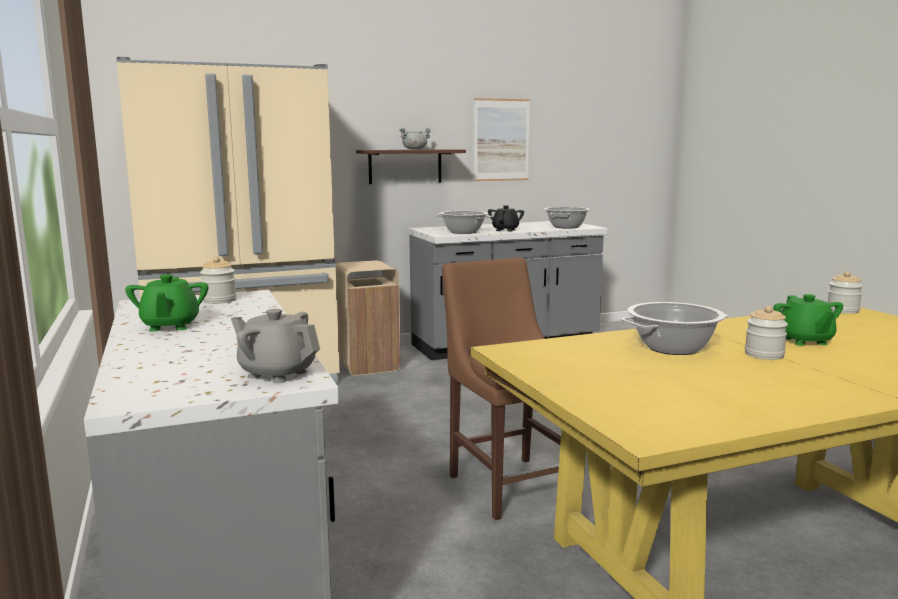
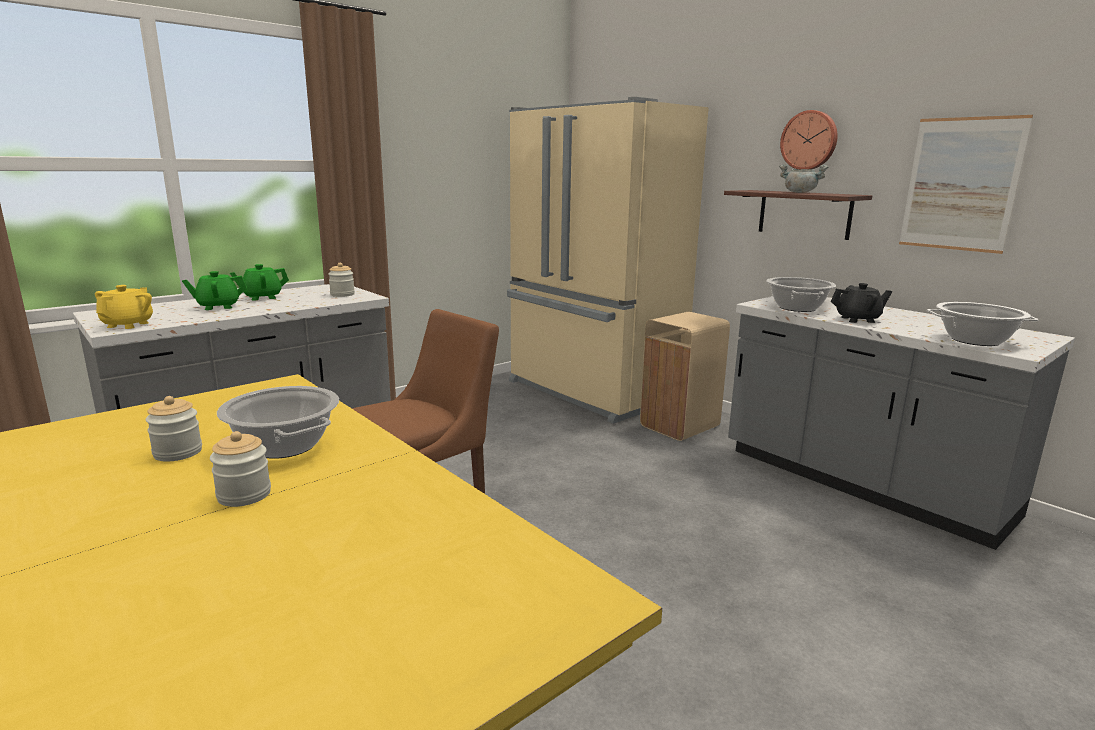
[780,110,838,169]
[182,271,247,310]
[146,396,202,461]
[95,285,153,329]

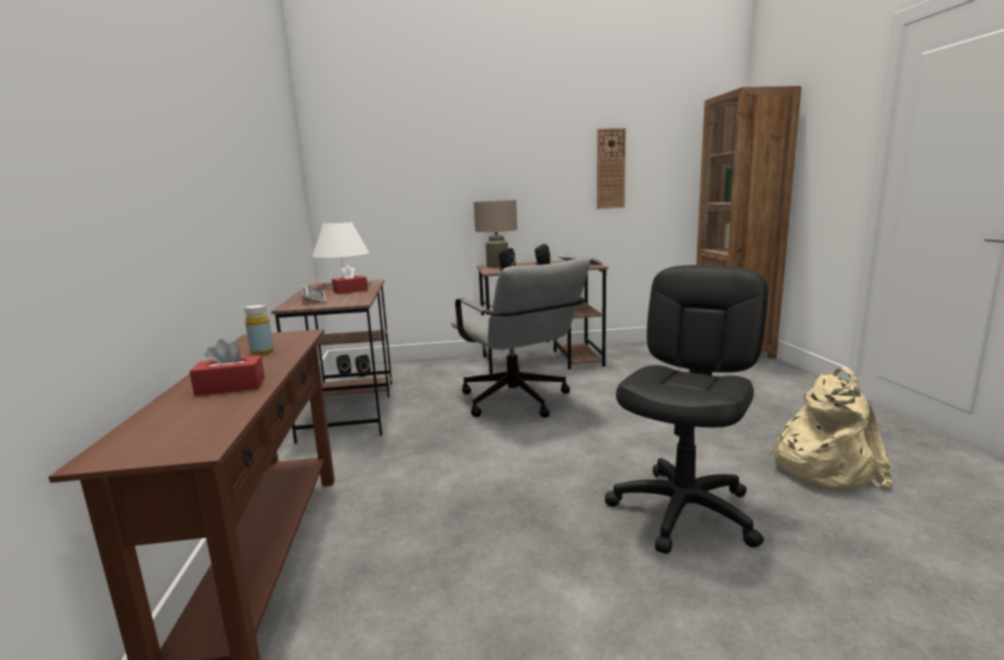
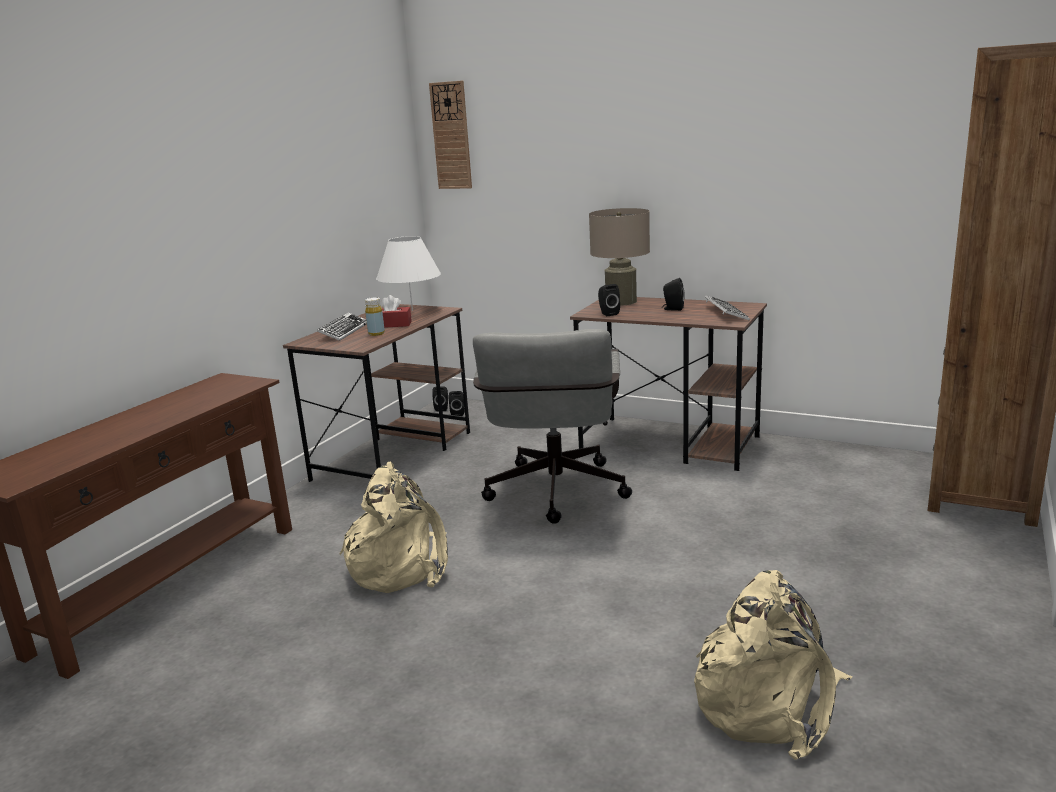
[189,339,265,396] (first image)
[605,265,769,554] (first image)
[339,461,448,593]
[365,297,385,336]
[429,81,472,189]

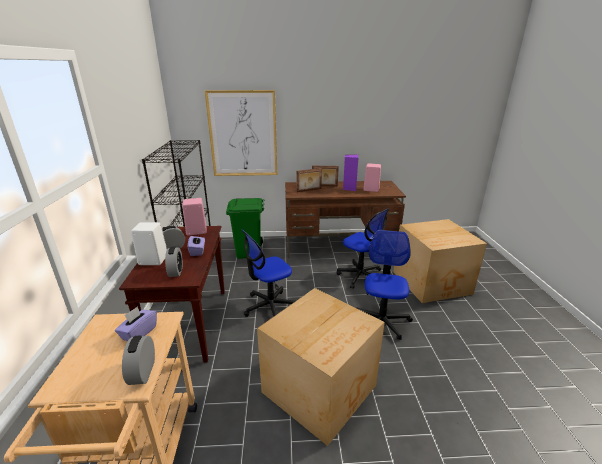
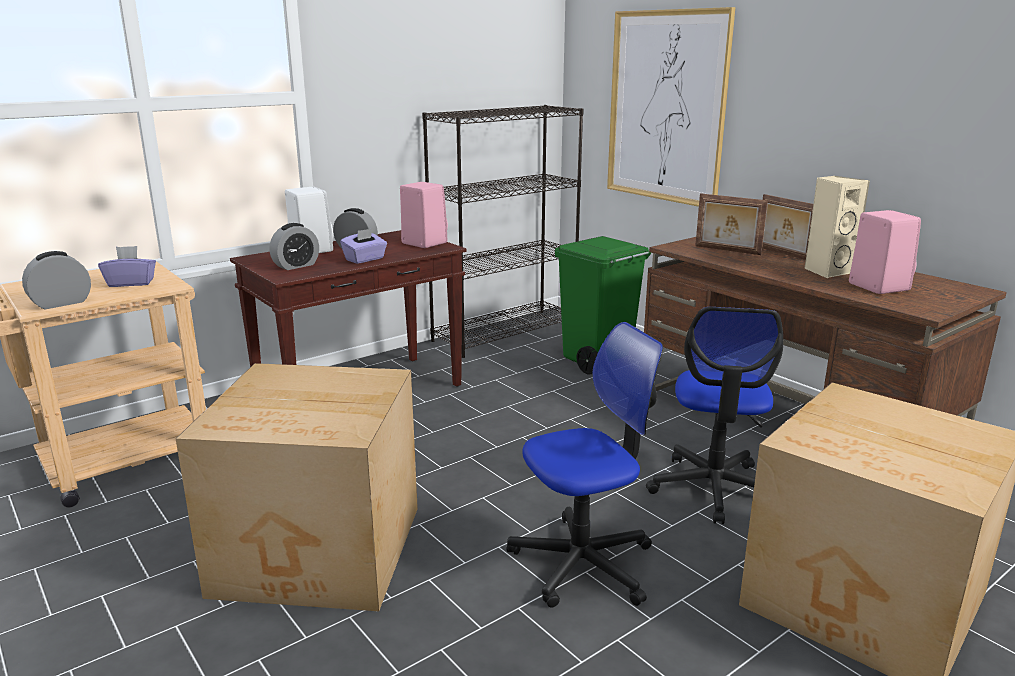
[241,229,295,317] (first image)
[804,176,870,278]

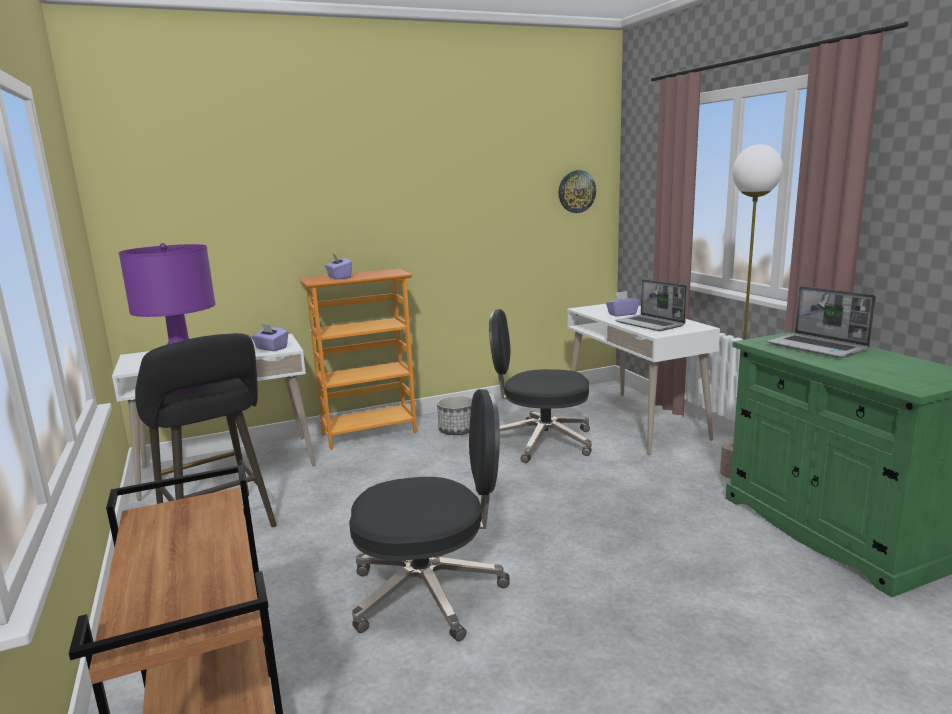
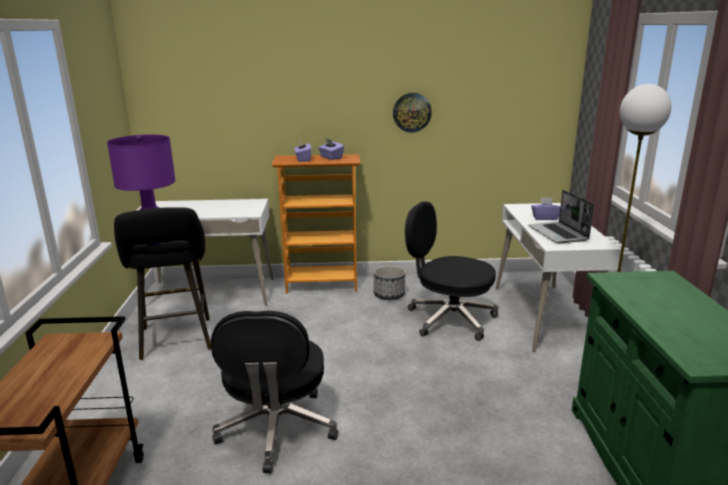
[767,286,876,358] (first image)
[318,139,344,160]
[393,93,432,132]
[211,311,338,474]

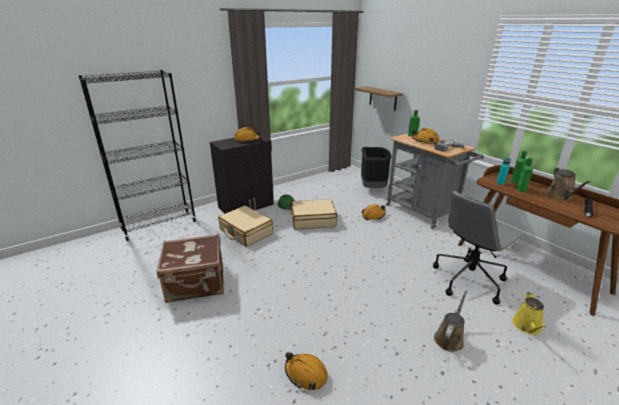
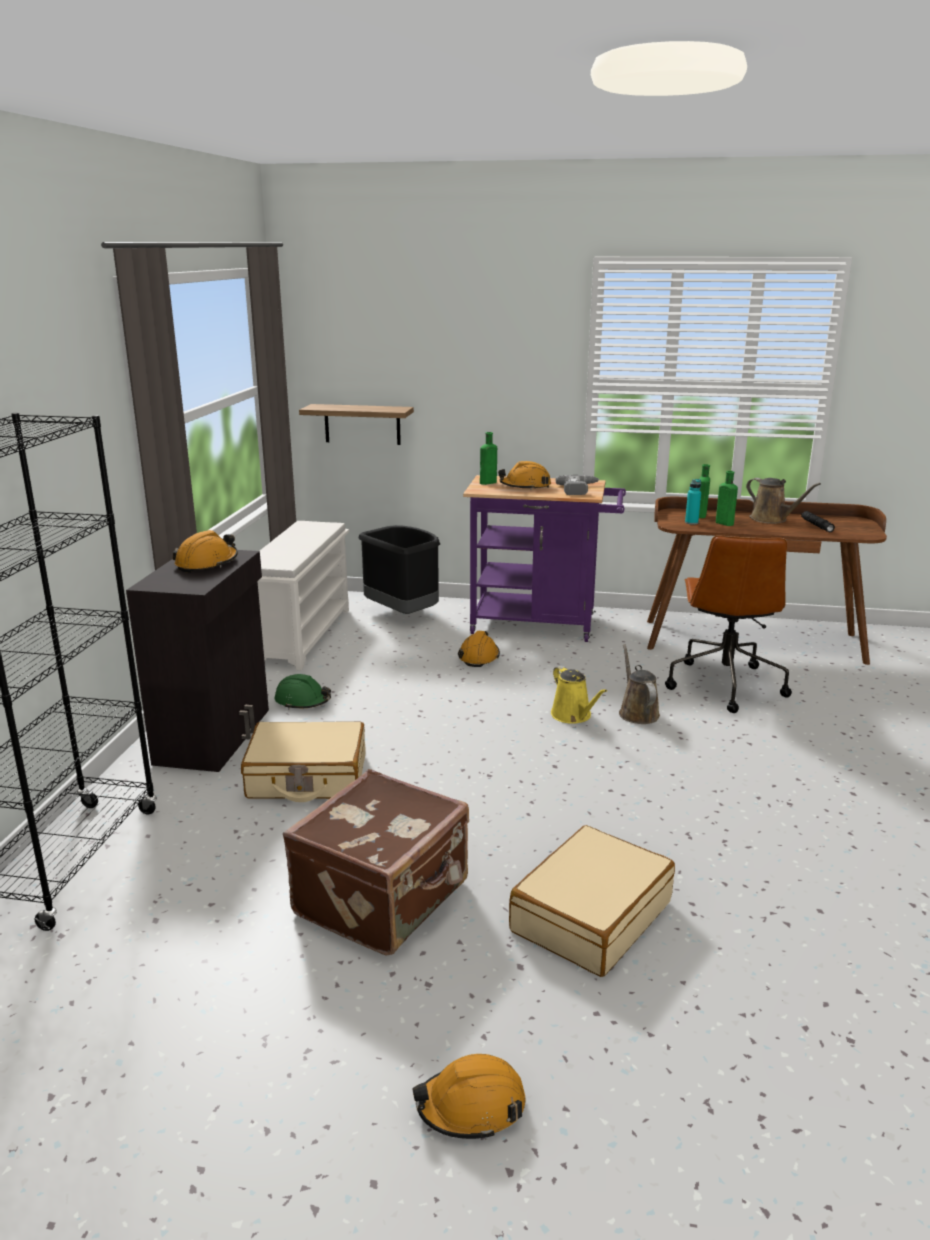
[257,521,349,670]
[413,1054,525,1140]
[509,825,675,977]
[619,644,660,724]
[551,666,607,724]
[463,475,626,642]
[665,535,792,713]

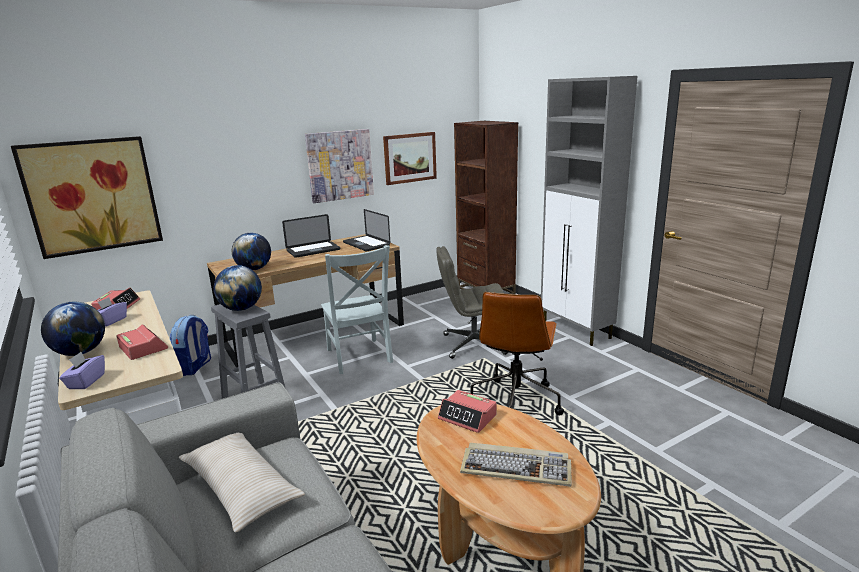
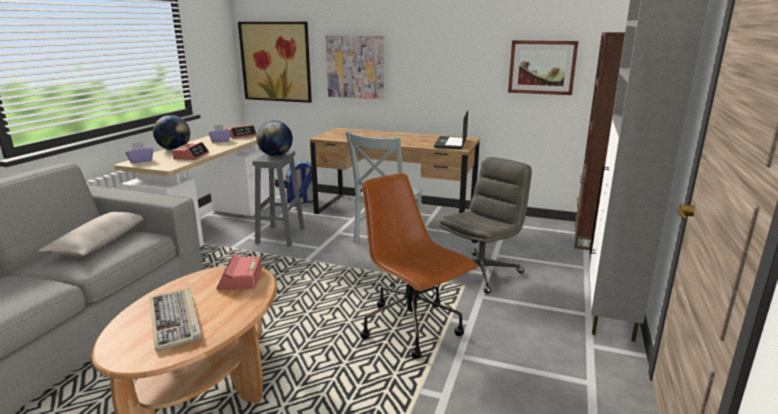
[232,233,271,270] (first image)
[282,214,340,258] (first image)
[326,35,384,99]
[438,157,532,294]
[360,173,478,359]

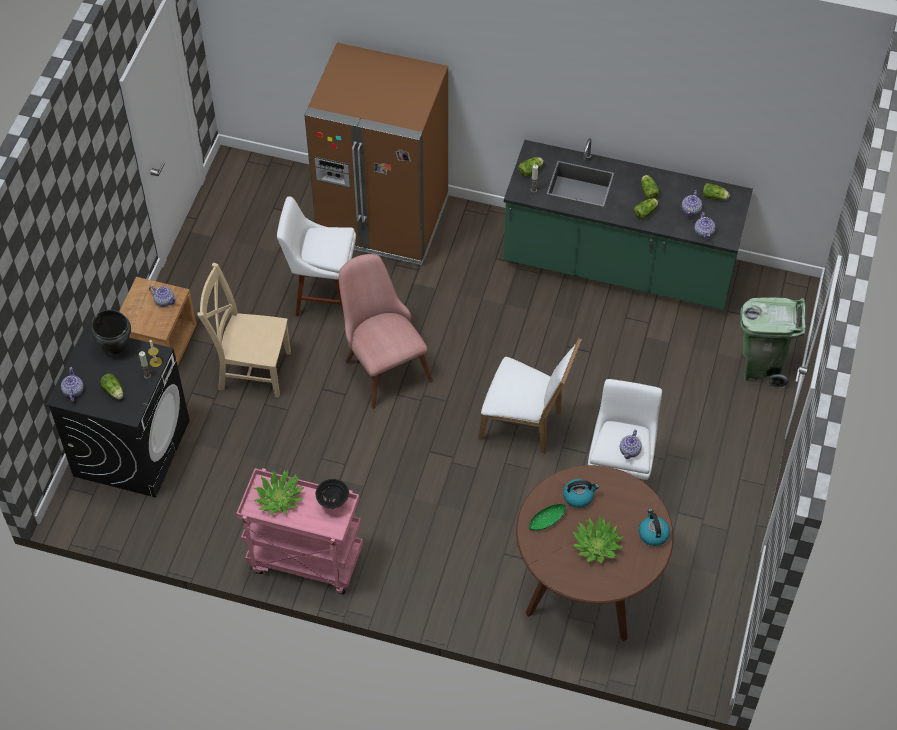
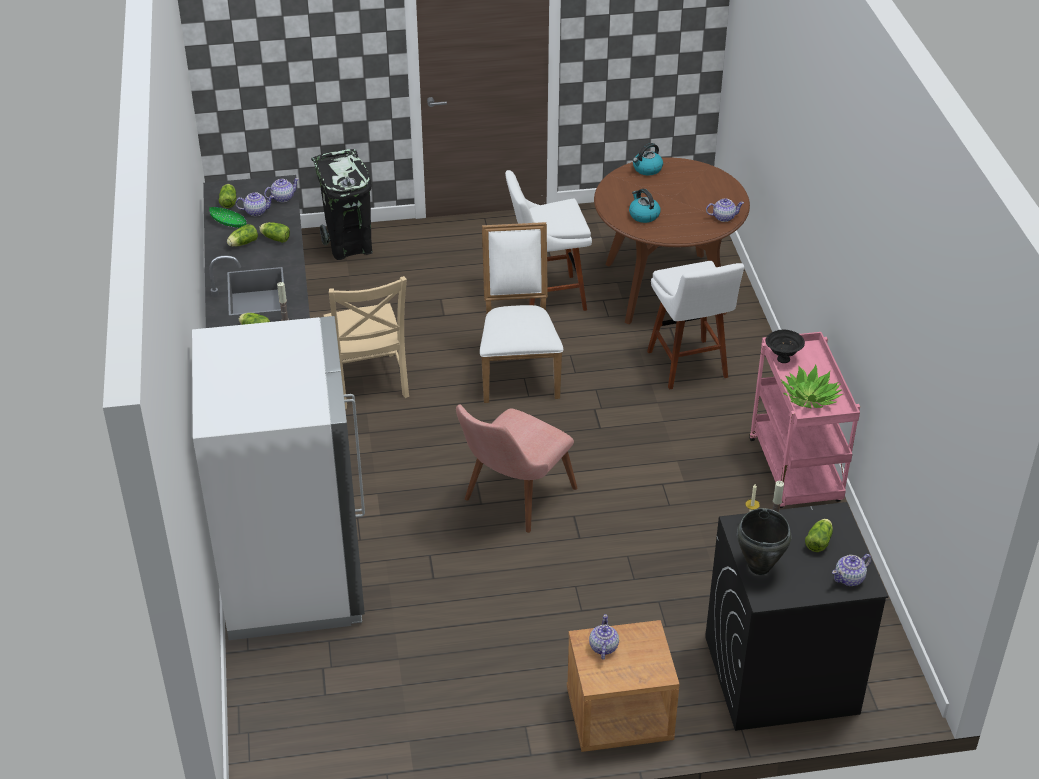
[572,516,624,563] (first image)
[324,276,409,409]
[647,261,744,390]
[209,207,247,228]
[706,198,744,222]
[192,316,365,640]
[311,149,373,260]

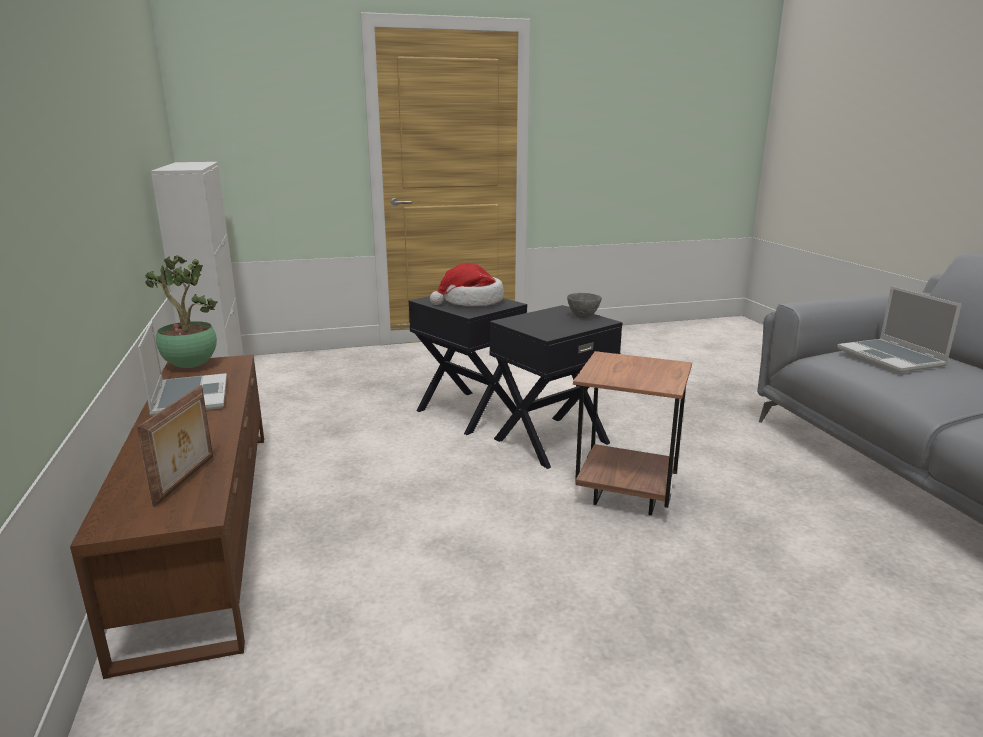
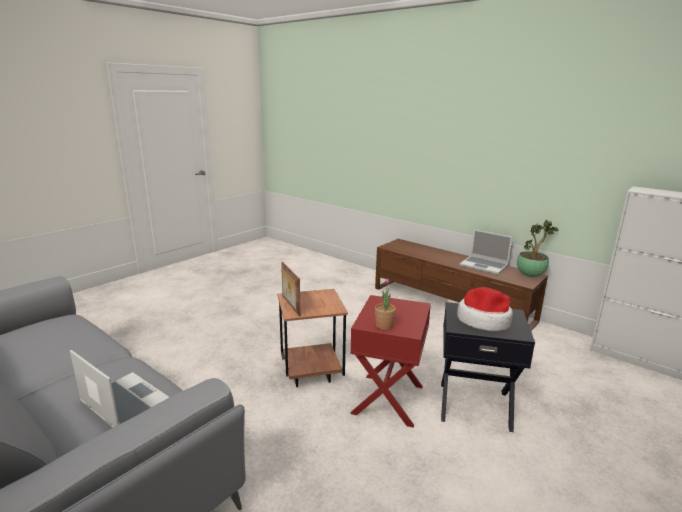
[281,262,301,316]
[375,279,396,330]
[350,295,431,428]

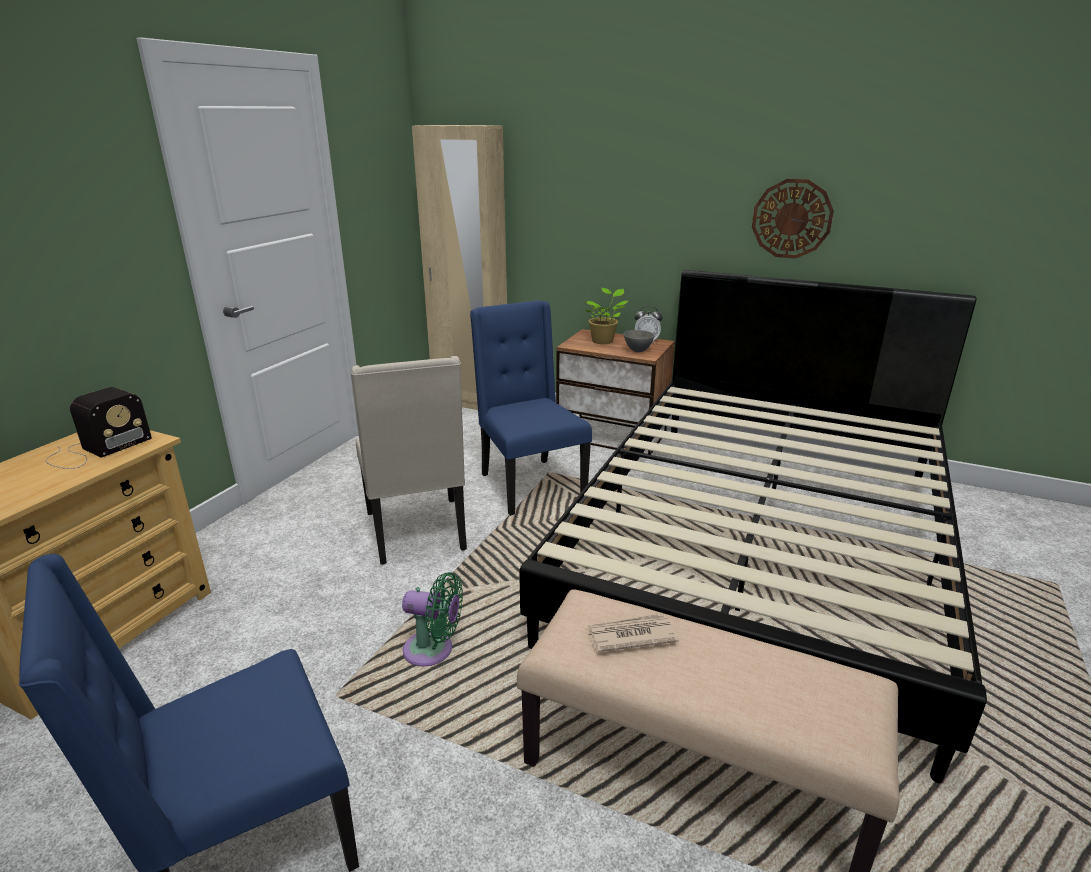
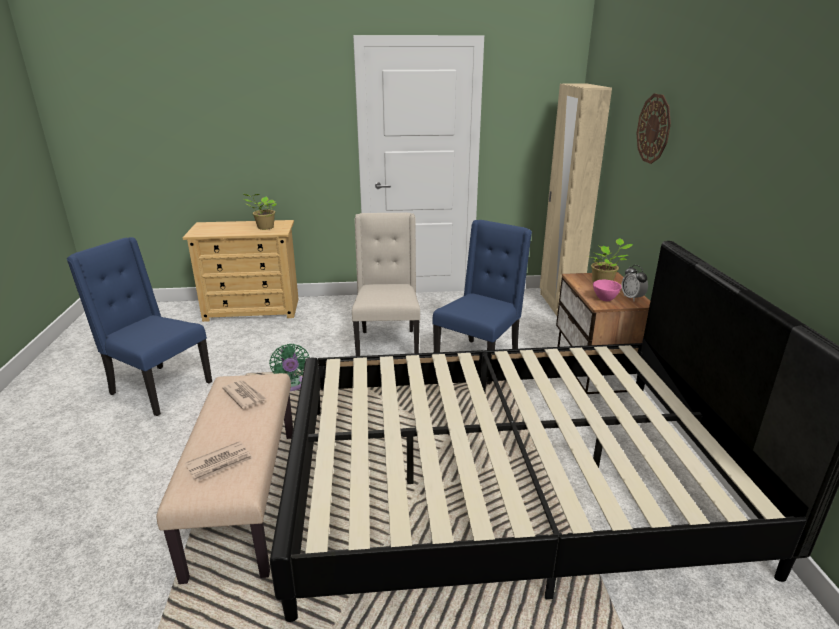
[185,441,253,482]
[636,94,671,164]
[244,194,277,230]
[593,280,621,301]
[352,213,420,356]

